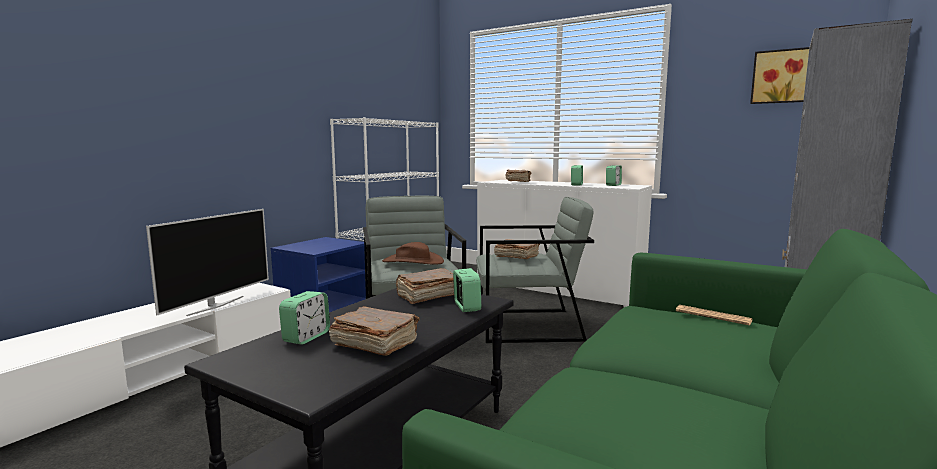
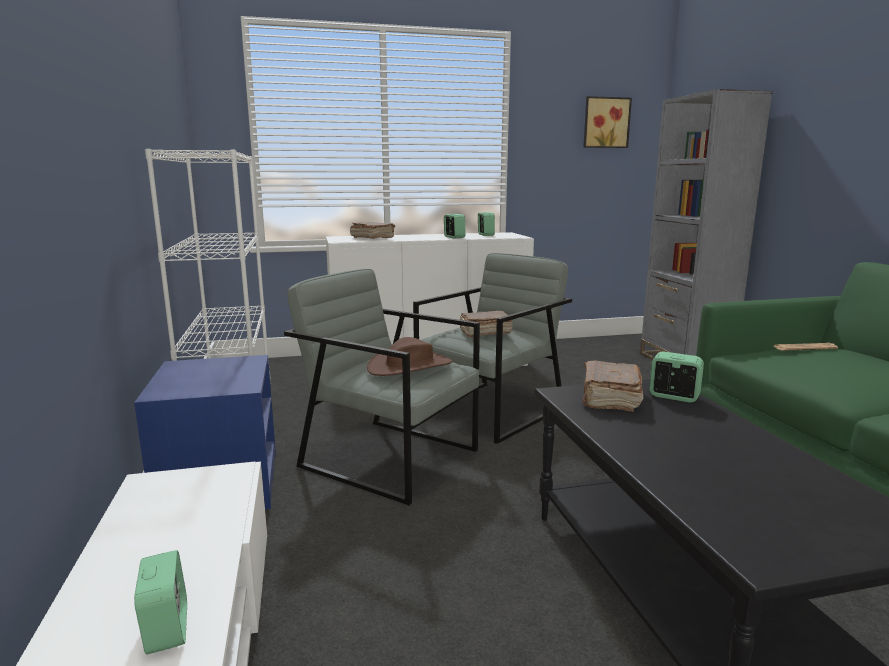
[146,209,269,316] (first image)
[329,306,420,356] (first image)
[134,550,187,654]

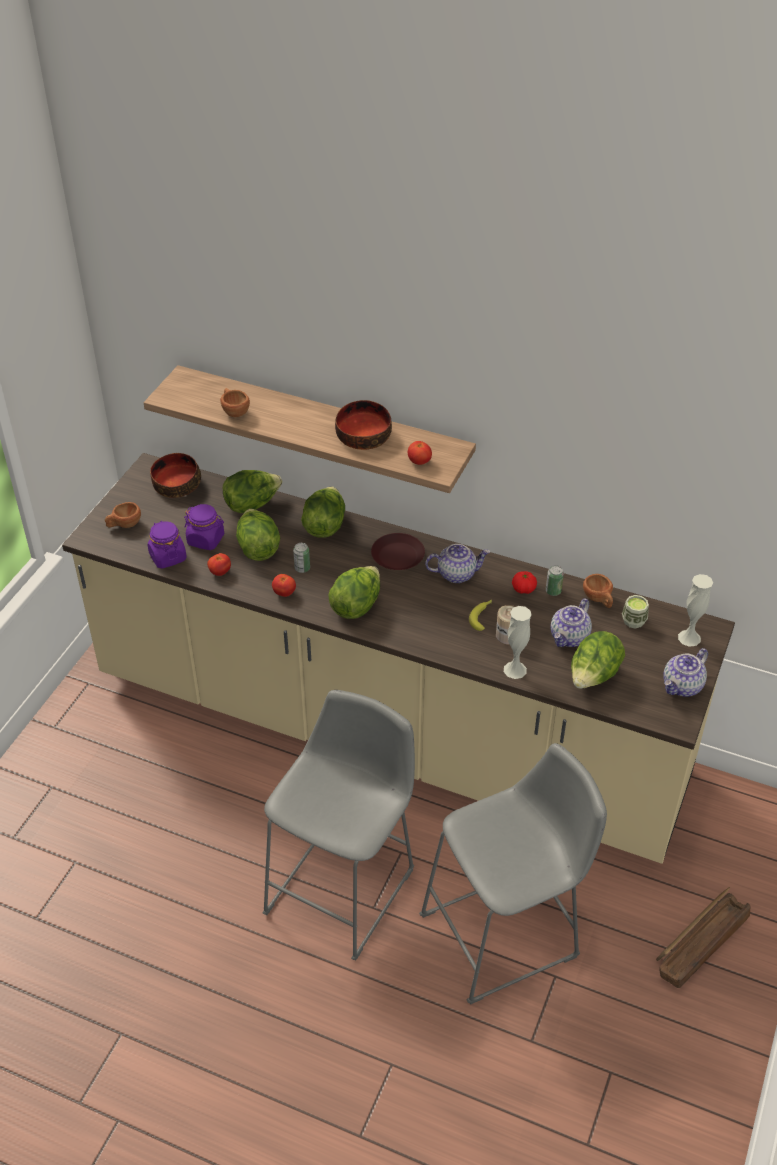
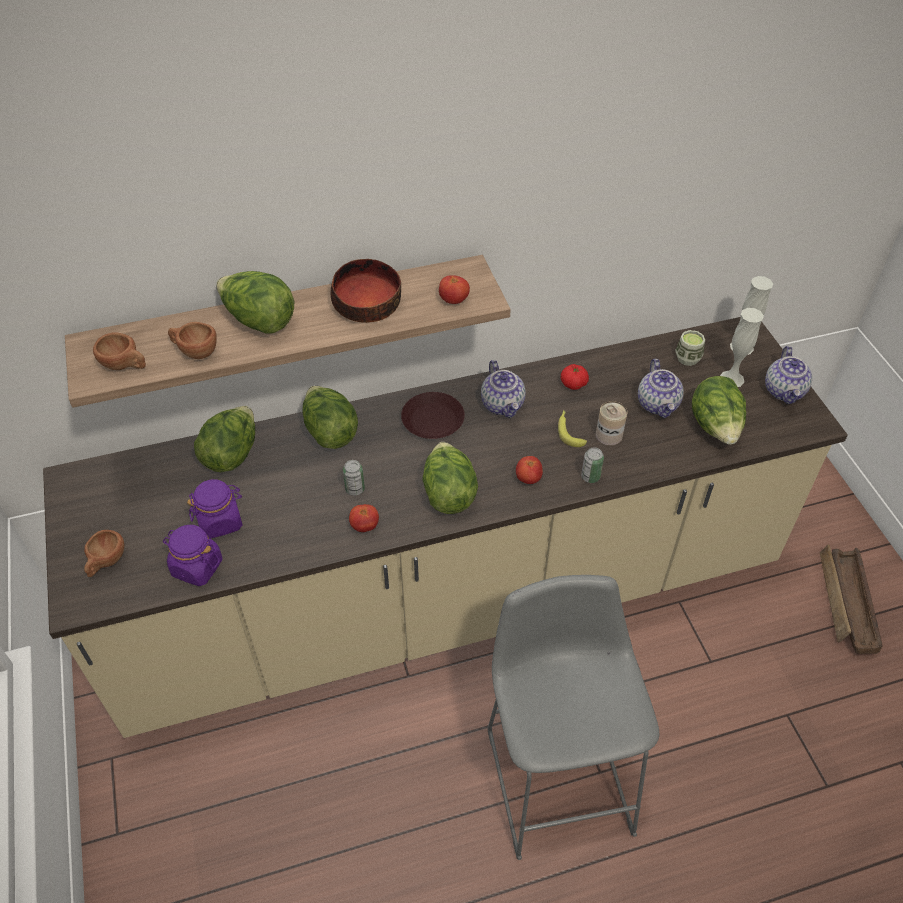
[150,453,201,498] (first image)
[419,743,607,1004] (first image)
[516,456,543,484]
[216,271,294,334]
[720,308,764,387]
[581,448,604,483]
[93,332,146,370]
[481,360,526,418]

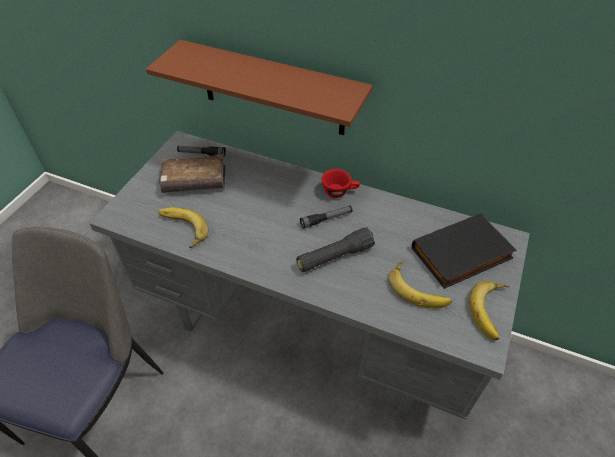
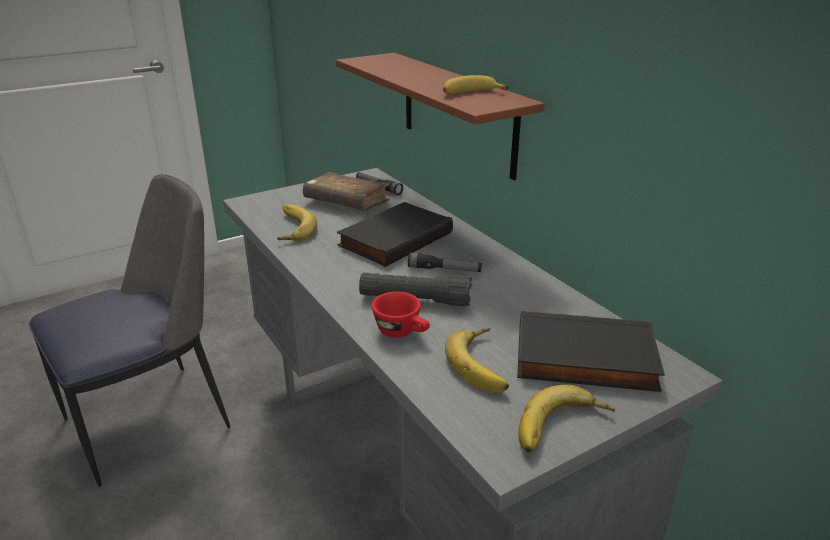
[337,202,453,267]
[443,75,509,94]
[372,292,430,338]

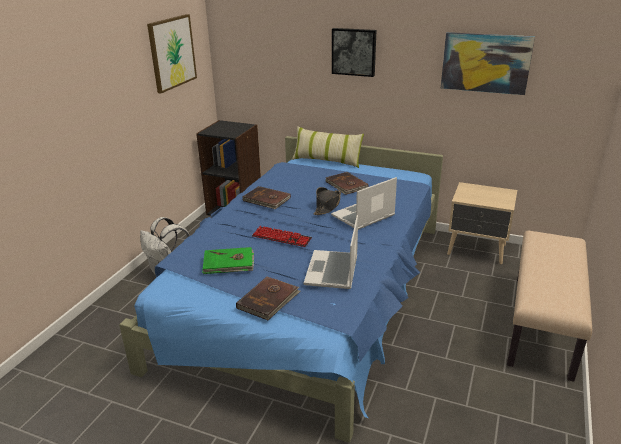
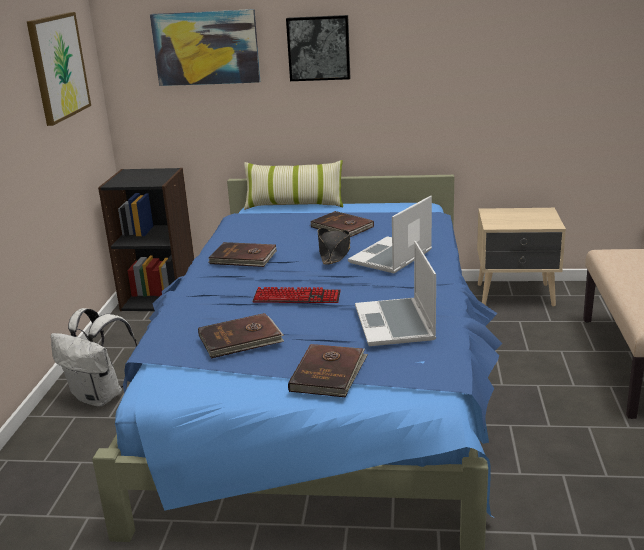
[150,9,260,86]
[198,313,284,359]

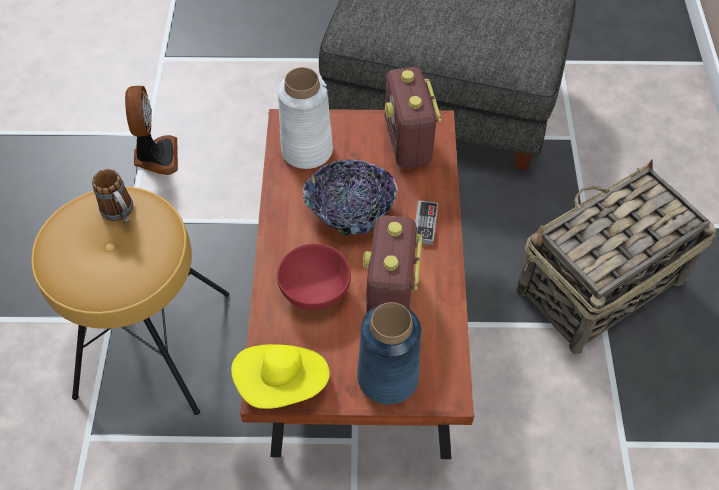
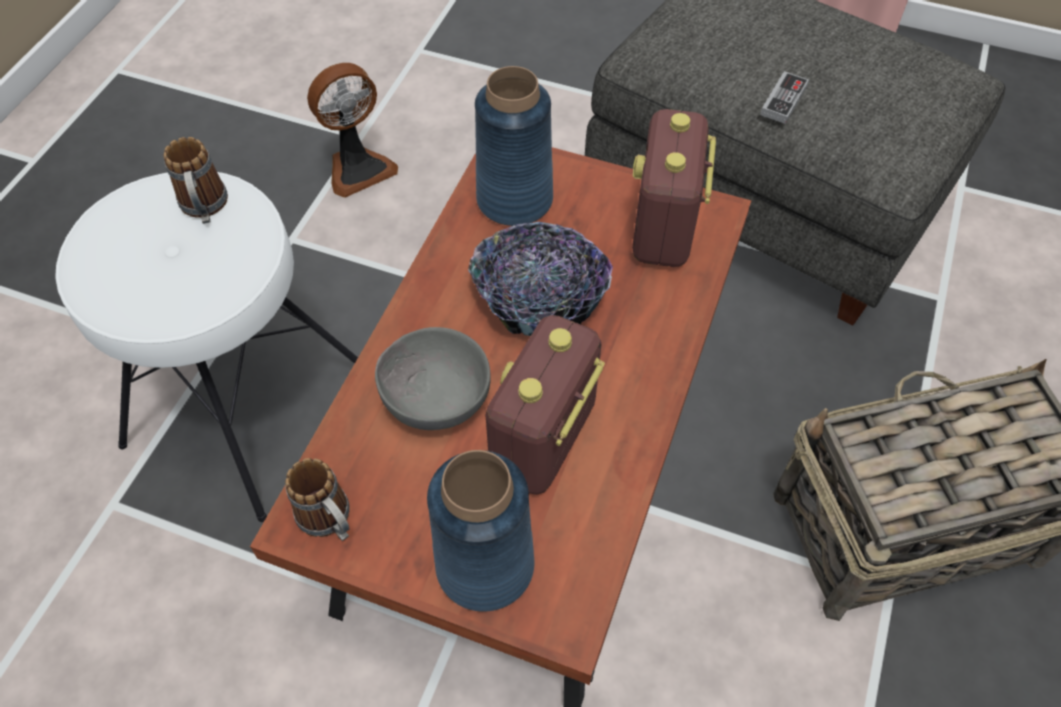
[760,71,809,124]
[285,458,350,541]
[55,172,358,522]
[375,327,491,430]
[475,66,553,226]
[307,63,398,198]

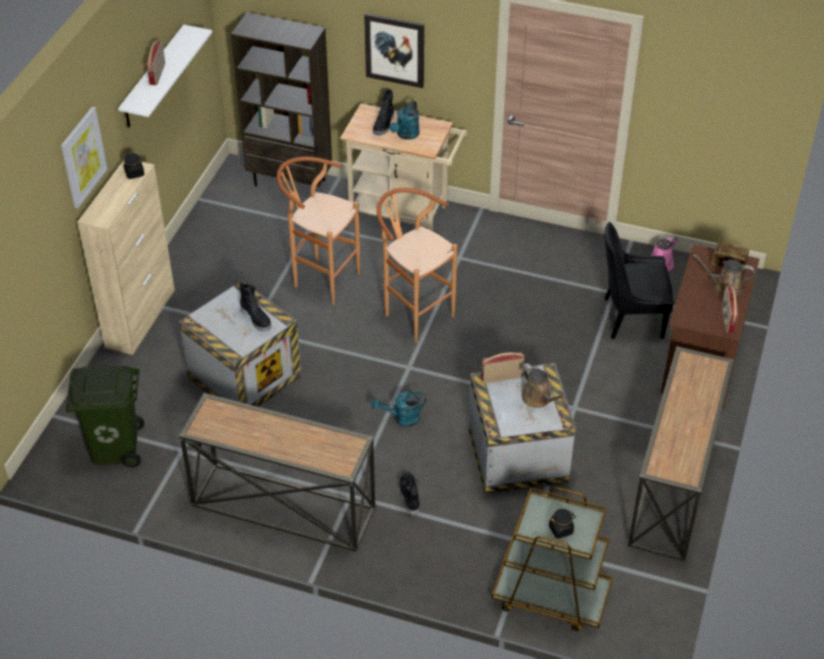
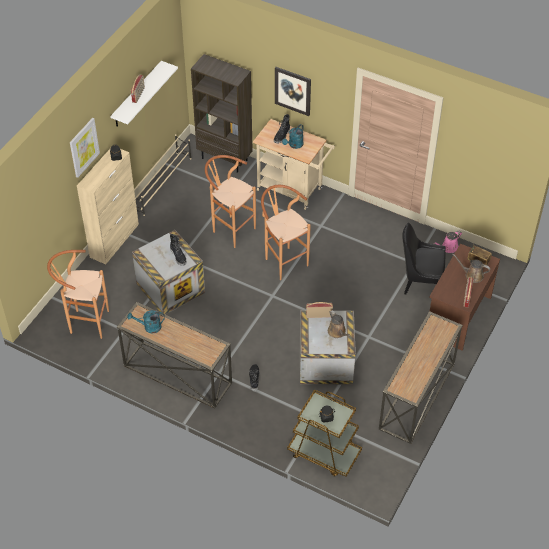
[134,134,191,216]
[127,310,165,333]
[47,250,109,339]

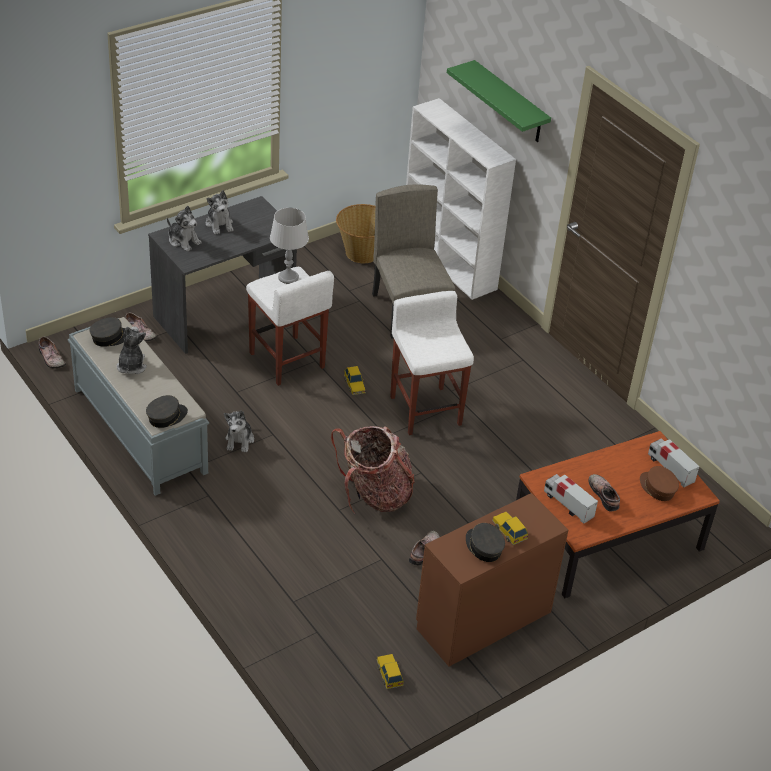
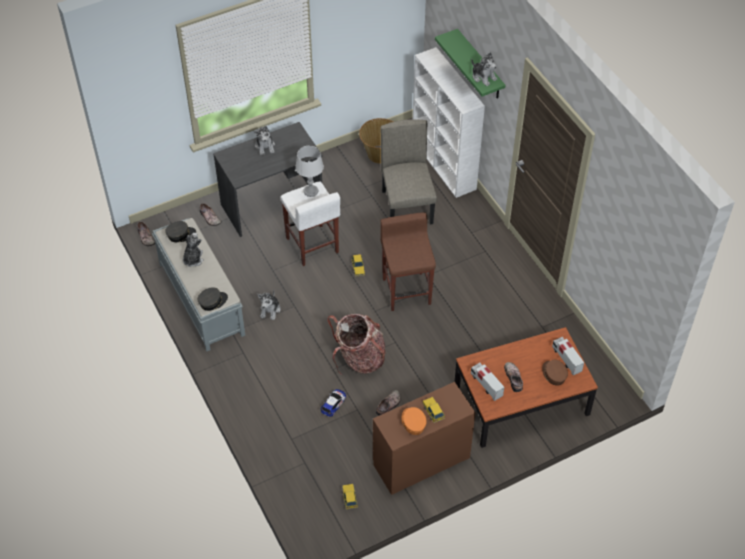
[320,389,346,417]
[471,52,497,86]
[380,212,436,311]
[402,407,427,435]

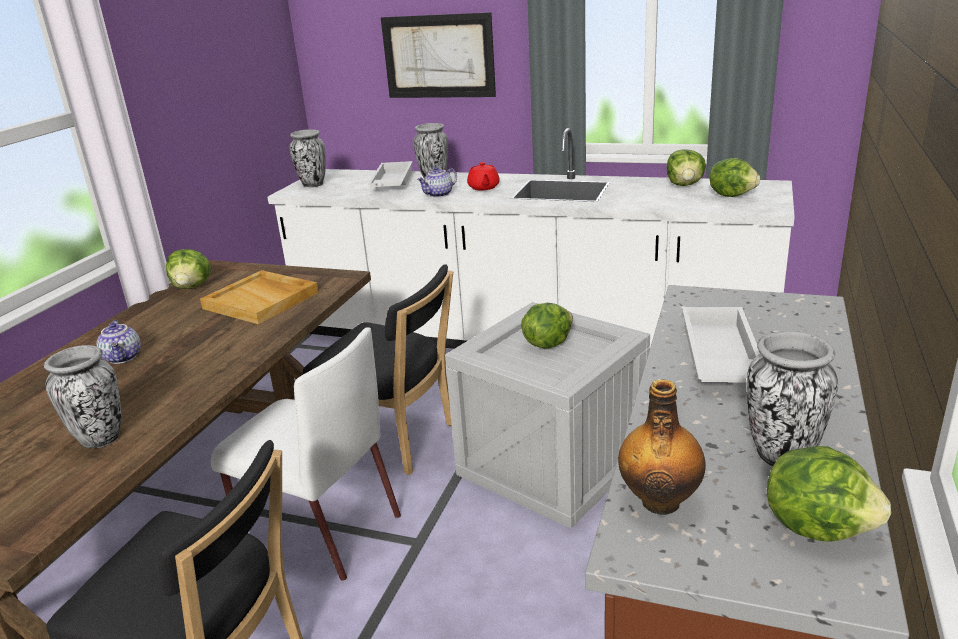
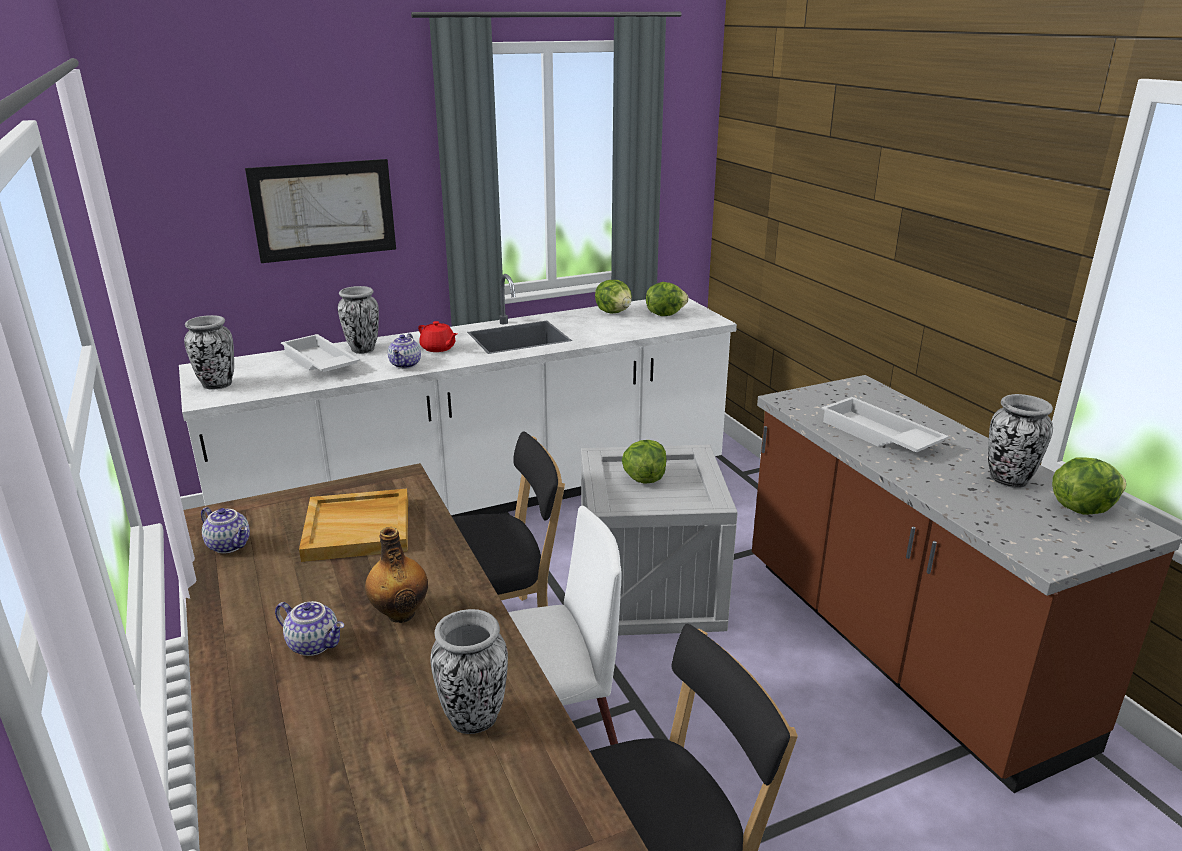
[365,527,428,623]
[201,507,250,553]

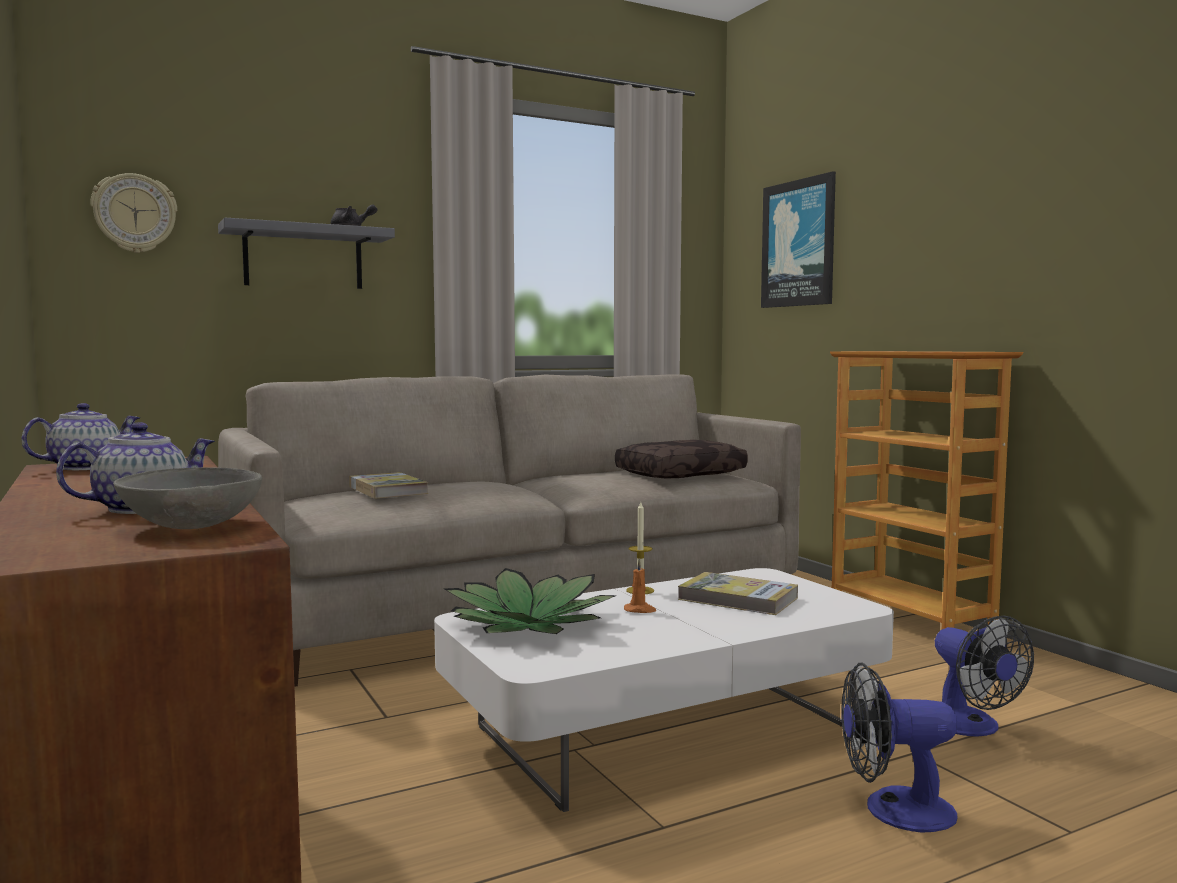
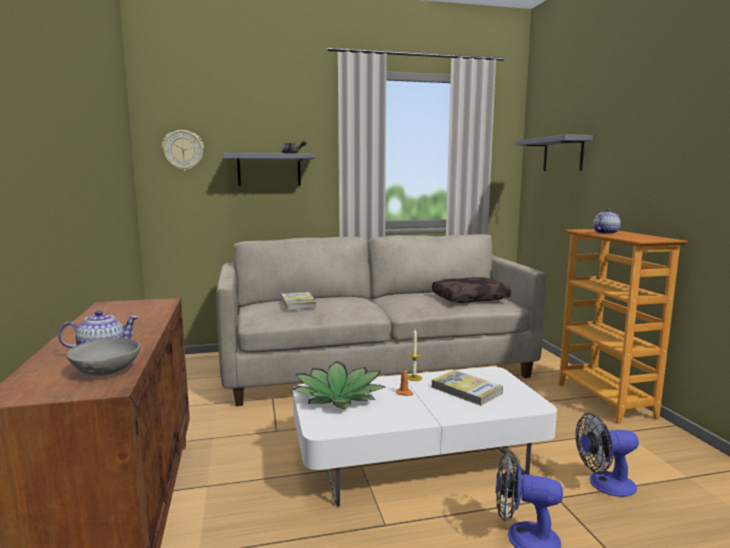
[593,209,621,234]
[515,134,593,171]
[576,413,639,497]

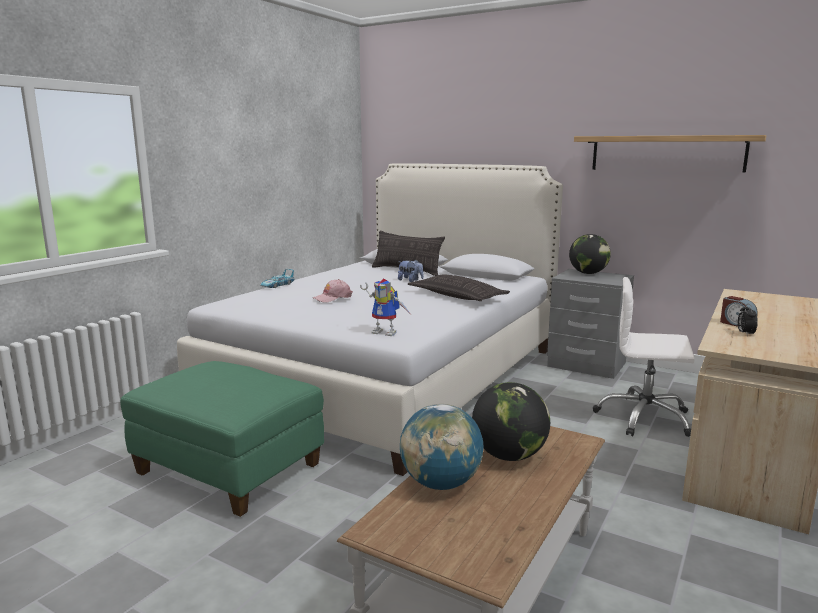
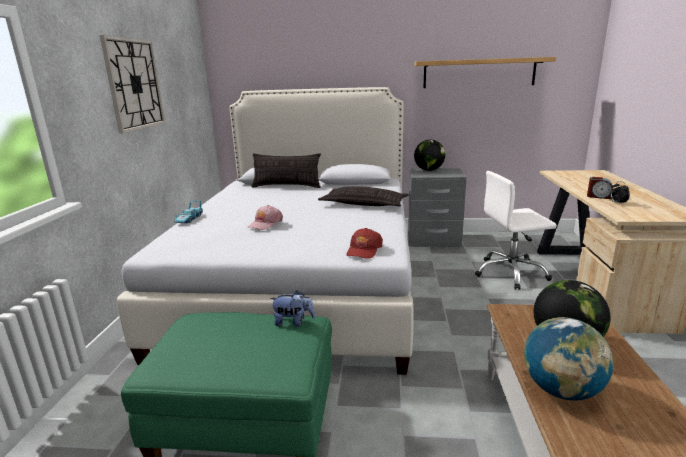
[100,35,166,133]
[270,290,315,327]
[346,228,383,258]

